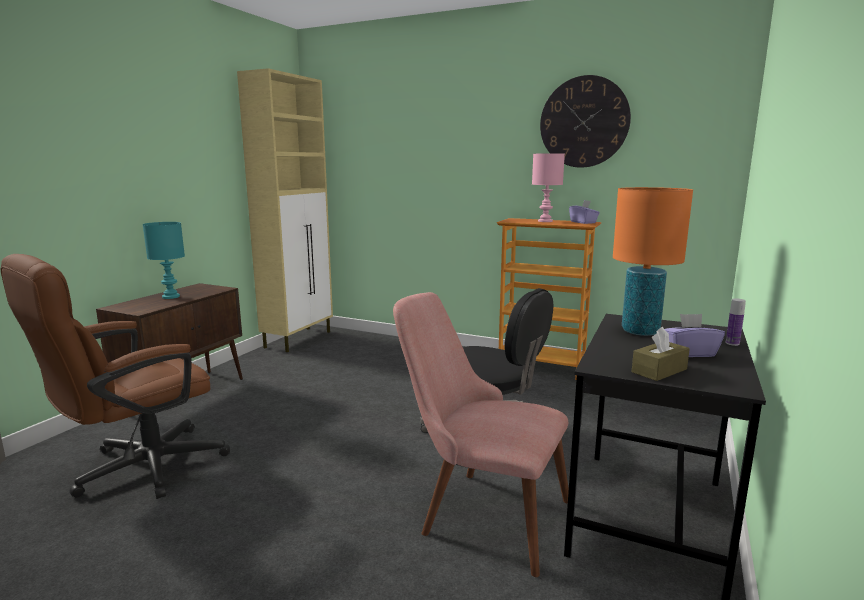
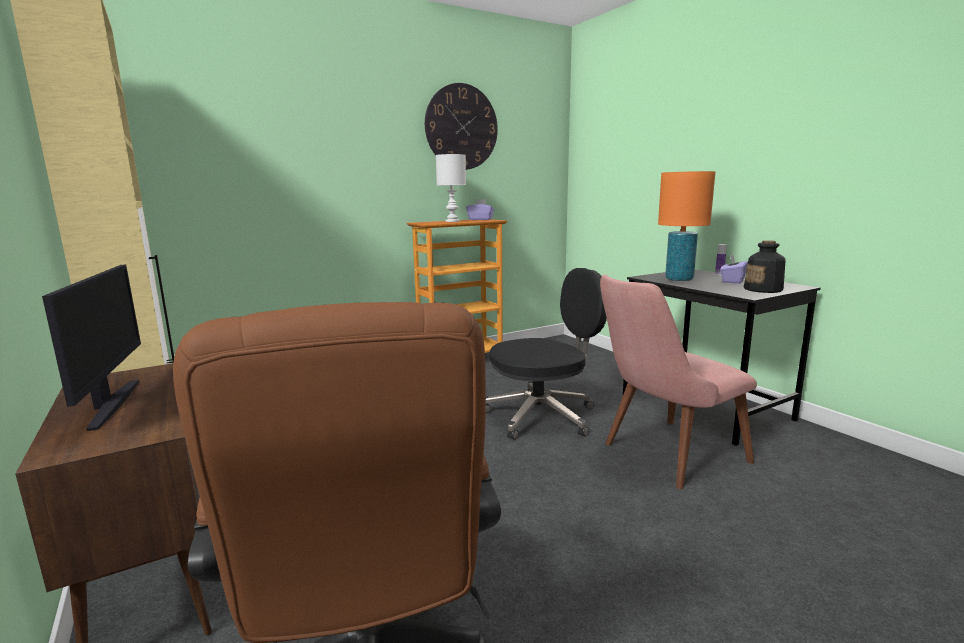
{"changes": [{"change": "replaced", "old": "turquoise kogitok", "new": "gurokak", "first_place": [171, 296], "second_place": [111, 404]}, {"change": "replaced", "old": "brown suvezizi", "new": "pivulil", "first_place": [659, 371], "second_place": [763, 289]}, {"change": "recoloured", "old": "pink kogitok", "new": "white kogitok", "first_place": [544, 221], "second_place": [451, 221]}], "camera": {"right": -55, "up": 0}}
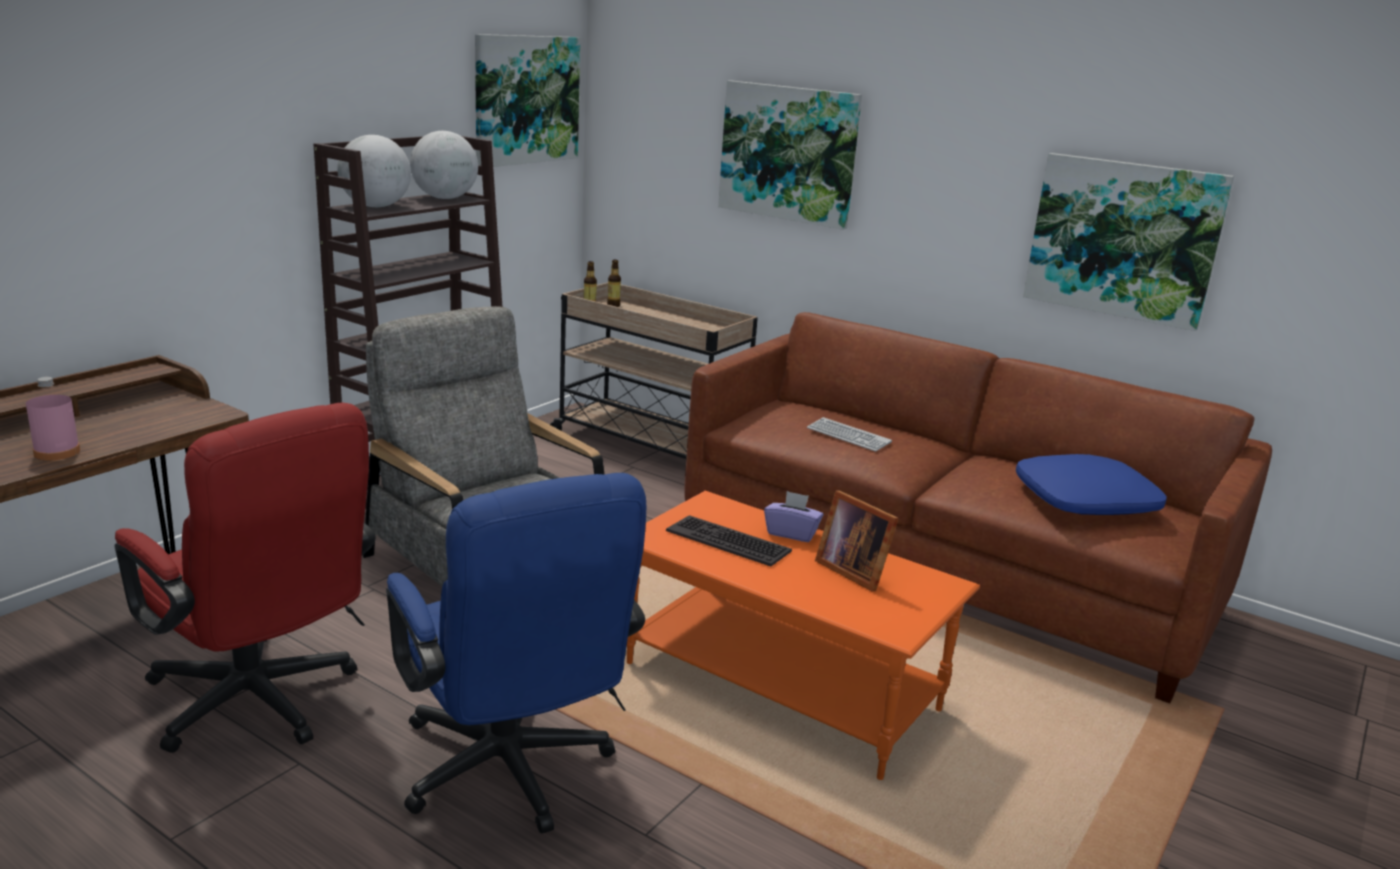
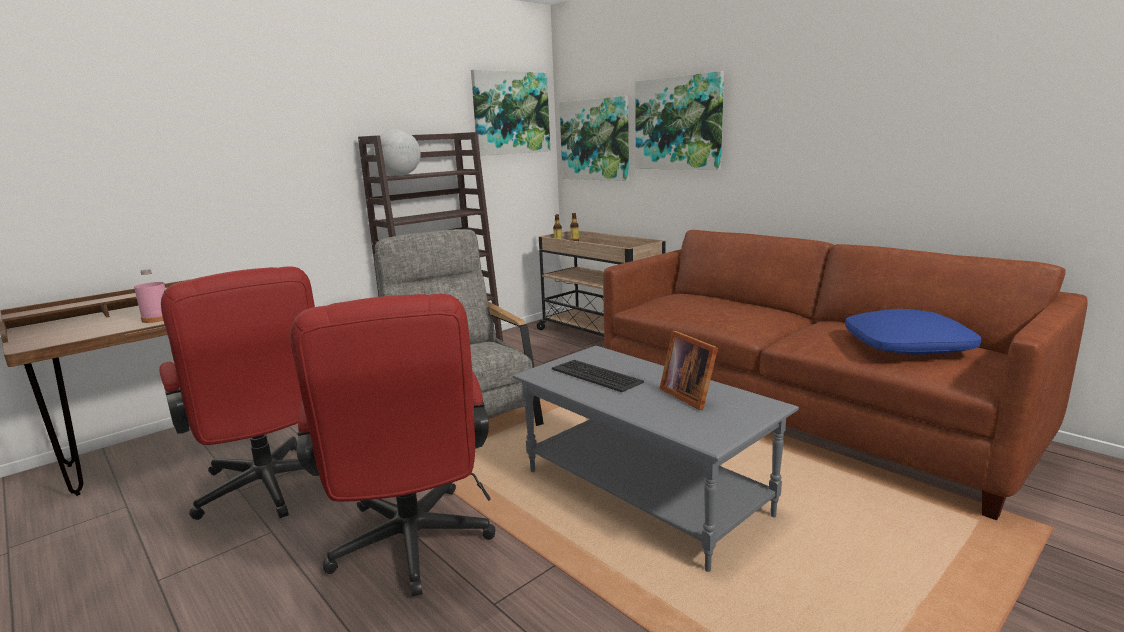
{"changes": [{"change": "removed", "old": "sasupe", "first_place": [445, 198]}, {"change": "removed", "old": "purple suvezizi", "first_place": [792, 533]}, {"change": "removed", "old": "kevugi", "first_place": [848, 436]}, {"change": "moved", "old": "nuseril", "first_place": [1123, 239], "second_place": [595, 140]}, {"change": "recoloured", "old": "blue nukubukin", "new": "red nukubukin", "first_place": [511, 775], "second_place": [411, 549]}, {"change": "recoloured", "old": "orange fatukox", "new": "grey fatukox", "first_place": [782, 686], "second_place": [645, 492]}], "camera": {"right": 15, "up": -5}}
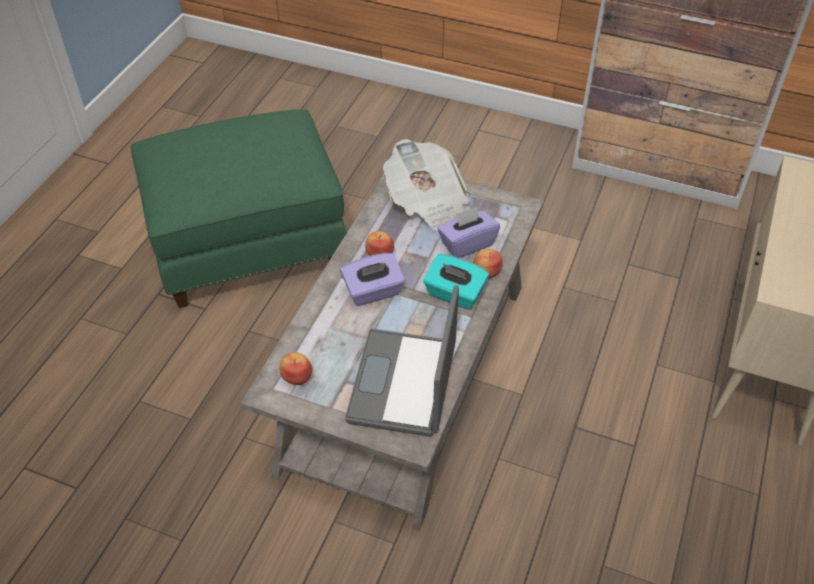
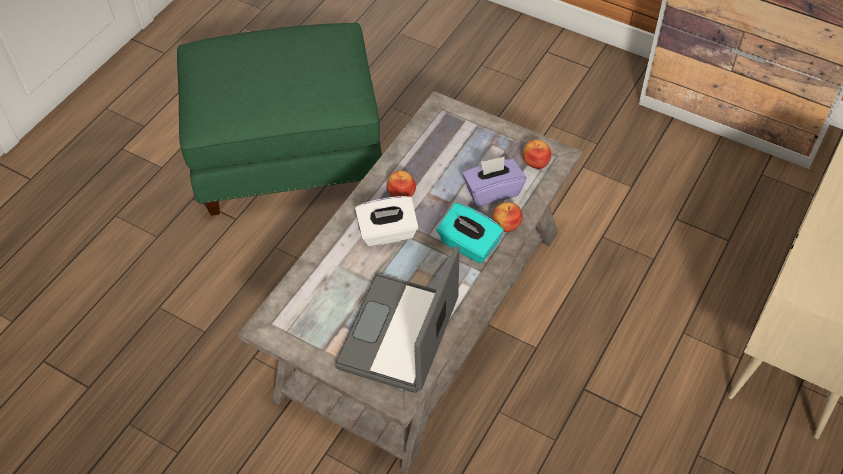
{"changes": [{"change": "removed", "old": "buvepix", "first_place": [426, 202]}, {"change": "moved", "old": "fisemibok", "first_place": [297, 376], "second_place": [536, 162]}, {"change": "recoloured", "old": "purple suvezizi", "new": "white suvezizi", "first_place": [373, 292], "second_place": [387, 233]}], "camera": {"right": 10, "up": 5}}
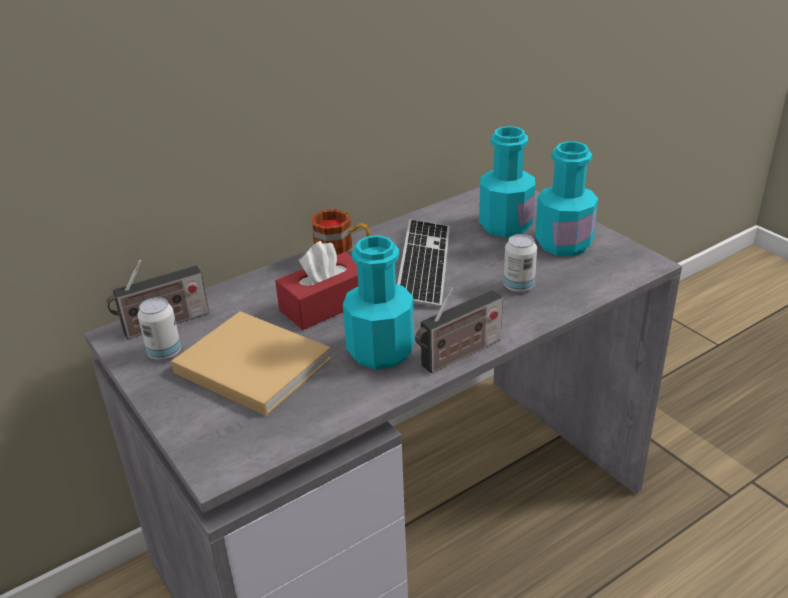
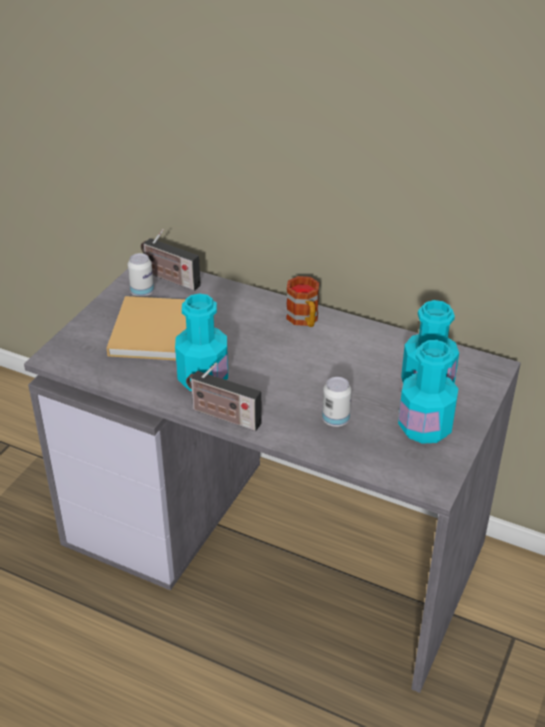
{"changes": [{"change": "removed", "old": "red suvezizi", "first_place": [326, 305]}, {"change": "removed", "old": "kevugi", "first_place": [424, 265]}], "camera": {"right": 60, "up": 5}}
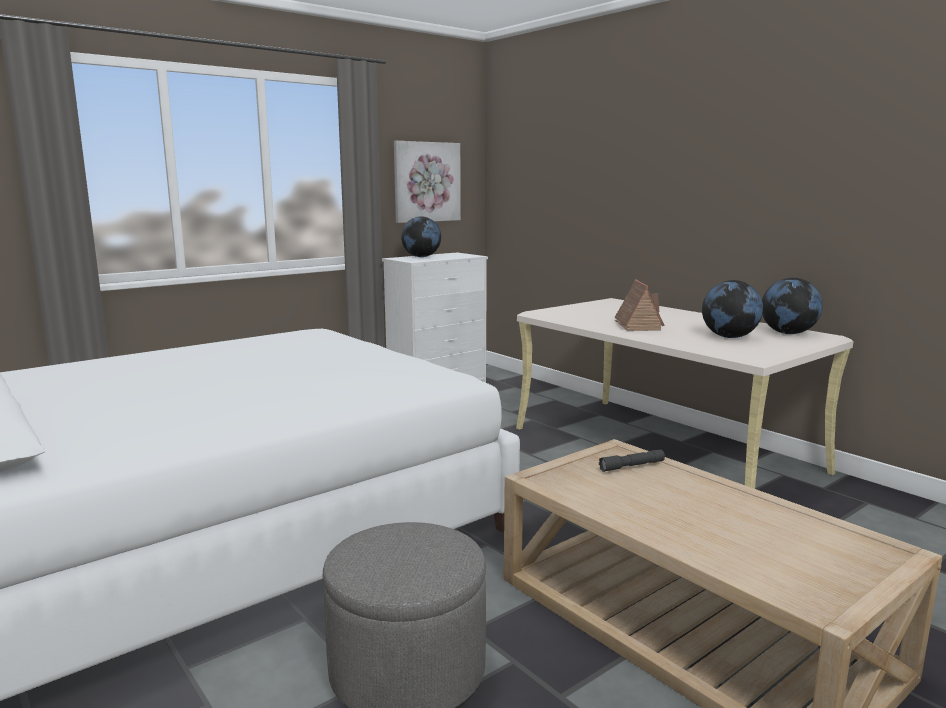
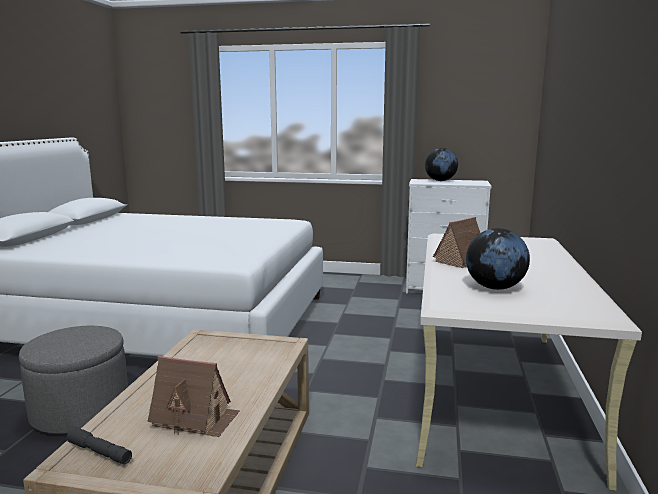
{"changes": [{"change": "removed", "old": "nuseril", "first_place": [426, 182]}, {"change": "removed", "old": "sasupe", "first_place": [788, 333]}, {"change": "added", "new": "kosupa", "second_place": [195, 418]}, {"change": "moved", "old": "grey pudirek", "first_place": [632, 466], "second_place": [99, 452]}], "camera": {"right": 50, "up": 0}}
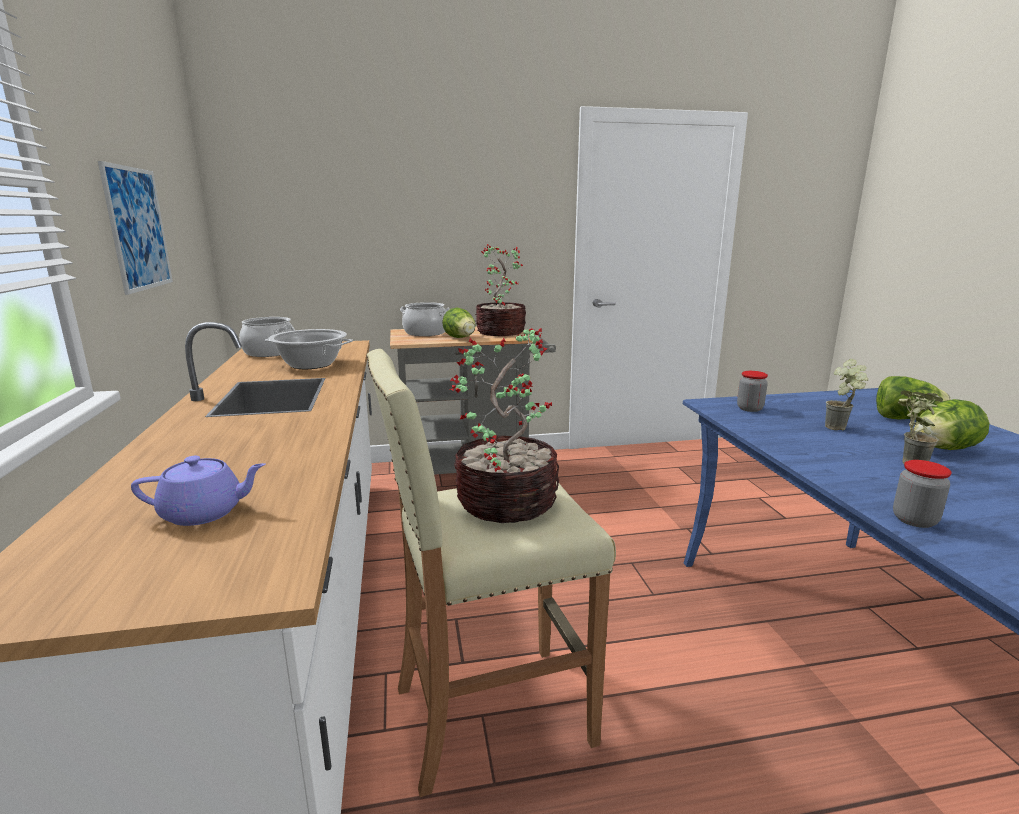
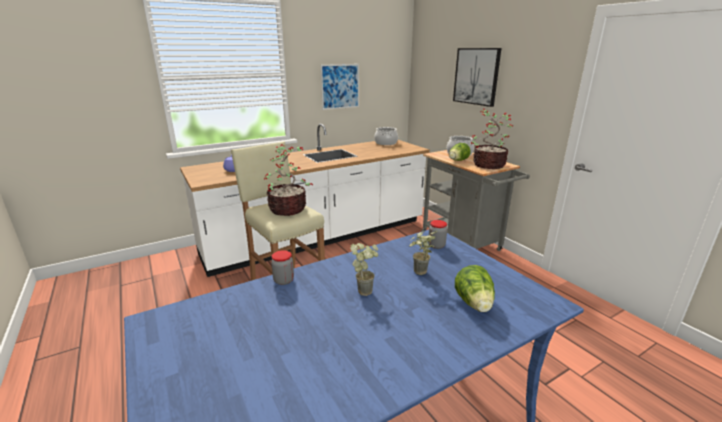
{"changes": [{"change": "removed", "old": "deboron", "first_place": [310, 364]}, {"change": "removed", "old": "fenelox", "first_place": [942, 449]}, {"change": "added", "new": "nuseril", "second_place": [476, 76]}], "camera": {"right": 70, "up": 5}}
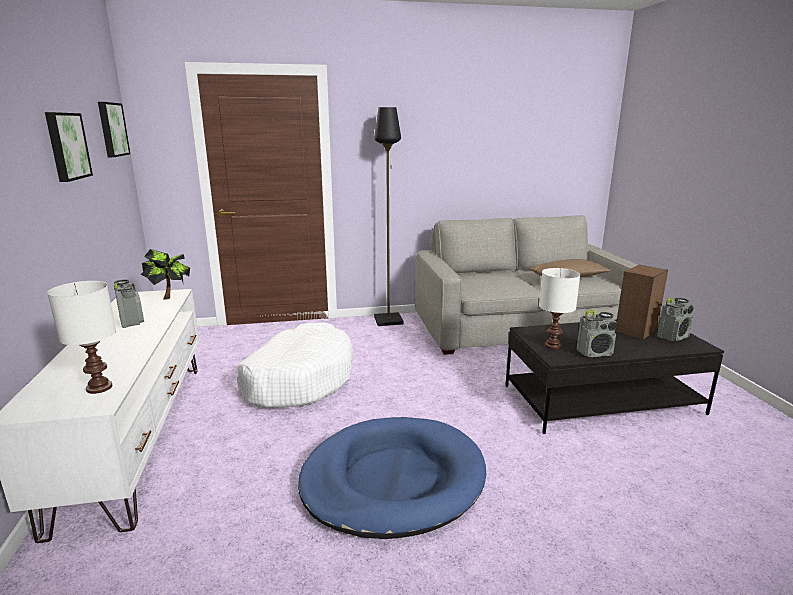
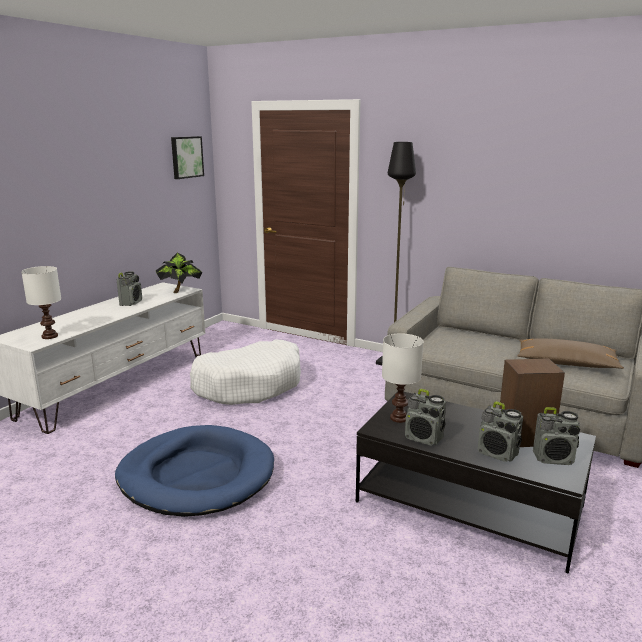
{"changes": [{"change": "removed", "old": "nuseril", "first_place": [66, 146]}, {"change": "added", "new": "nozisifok", "second_place": [498, 453]}], "camera": {"right": 40, "up": 0}}
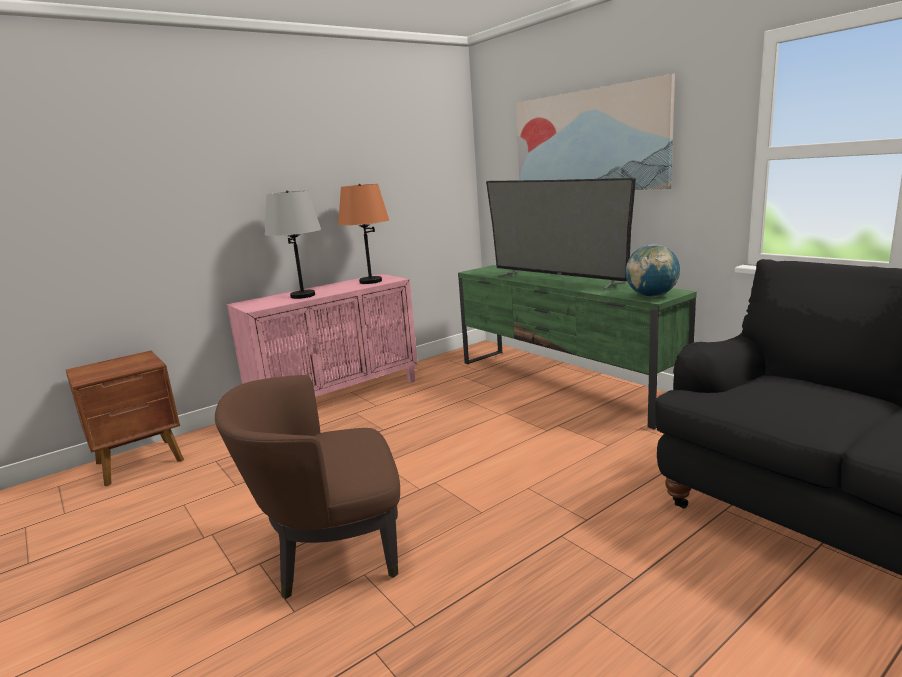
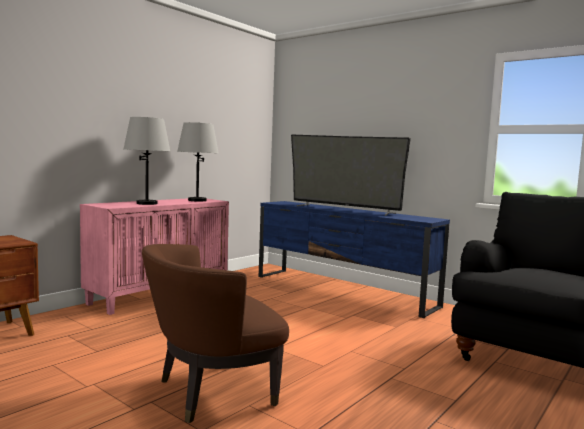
{"changes": [{"change": "removed", "old": "nuseril", "first_place": [587, 141]}, {"change": "removed", "old": "sasupe", "first_place": [651, 296]}, {"change": "recoloured", "old": "orange kogitok", "new": "grey kogitok", "first_place": [370, 281], "second_place": [197, 200]}, {"change": "recoloured", "old": "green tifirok", "new": "blue tifirok", "first_place": [562, 383], "second_place": [342, 291]}], "camera": {"right": -15, "up": -10}}
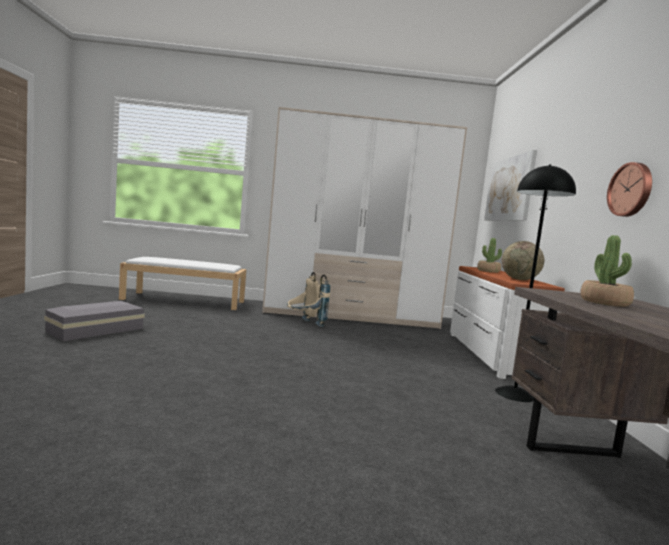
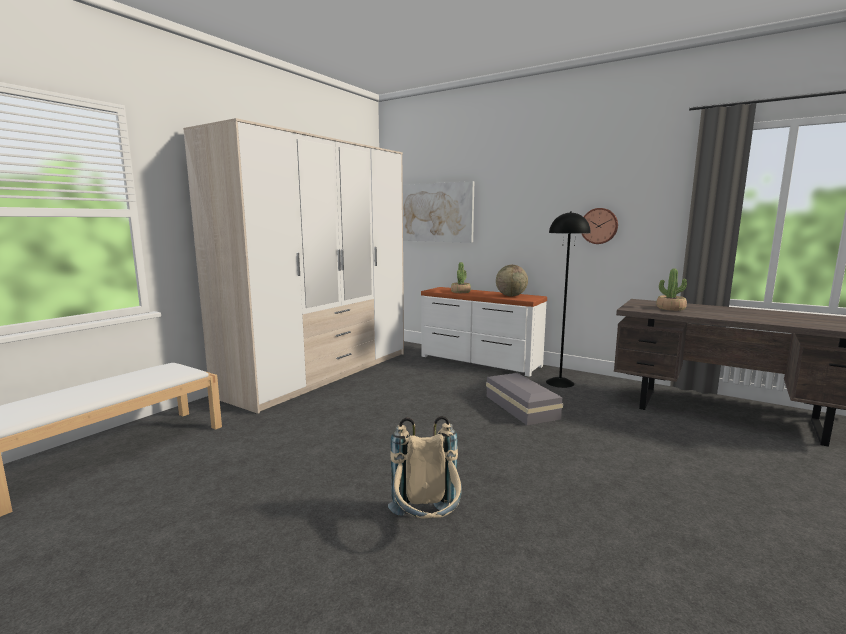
{"changes": [{"change": "moved", "old": "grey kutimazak", "first_place": [98, 330], "second_place": [521, 406]}, {"change": "moved", "old": "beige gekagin", "first_place": [304, 324], "second_place": [426, 526]}], "camera": {"right": -55, "up": 5}}
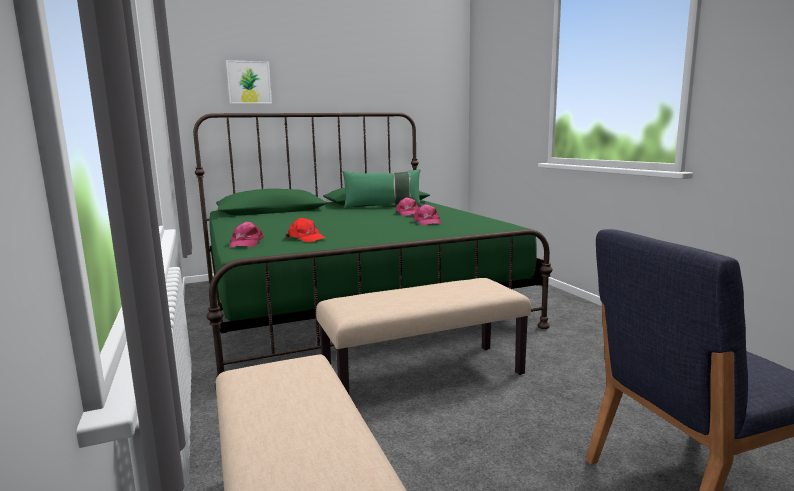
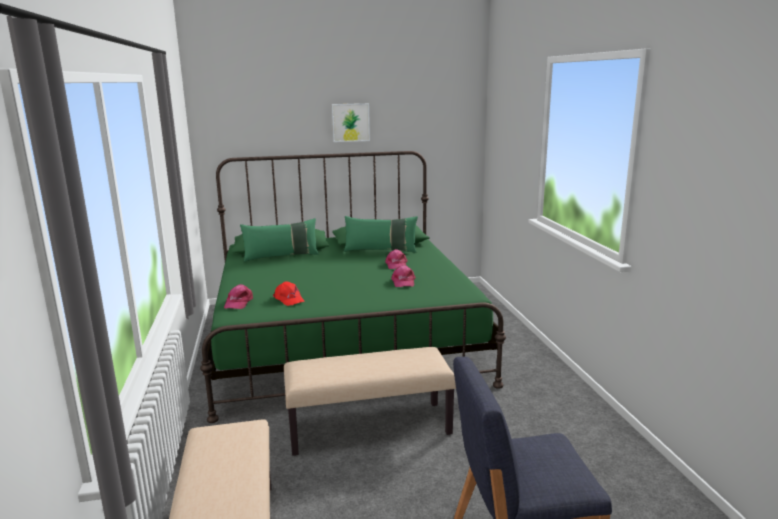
{"changes": [{"change": "added", "new": "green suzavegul", "second_place": [281, 256]}, {"change": "moved", "old": "nuseril", "first_place": [249, 82], "second_place": [350, 122]}], "camera": {"right": 10, "up": 5}}
